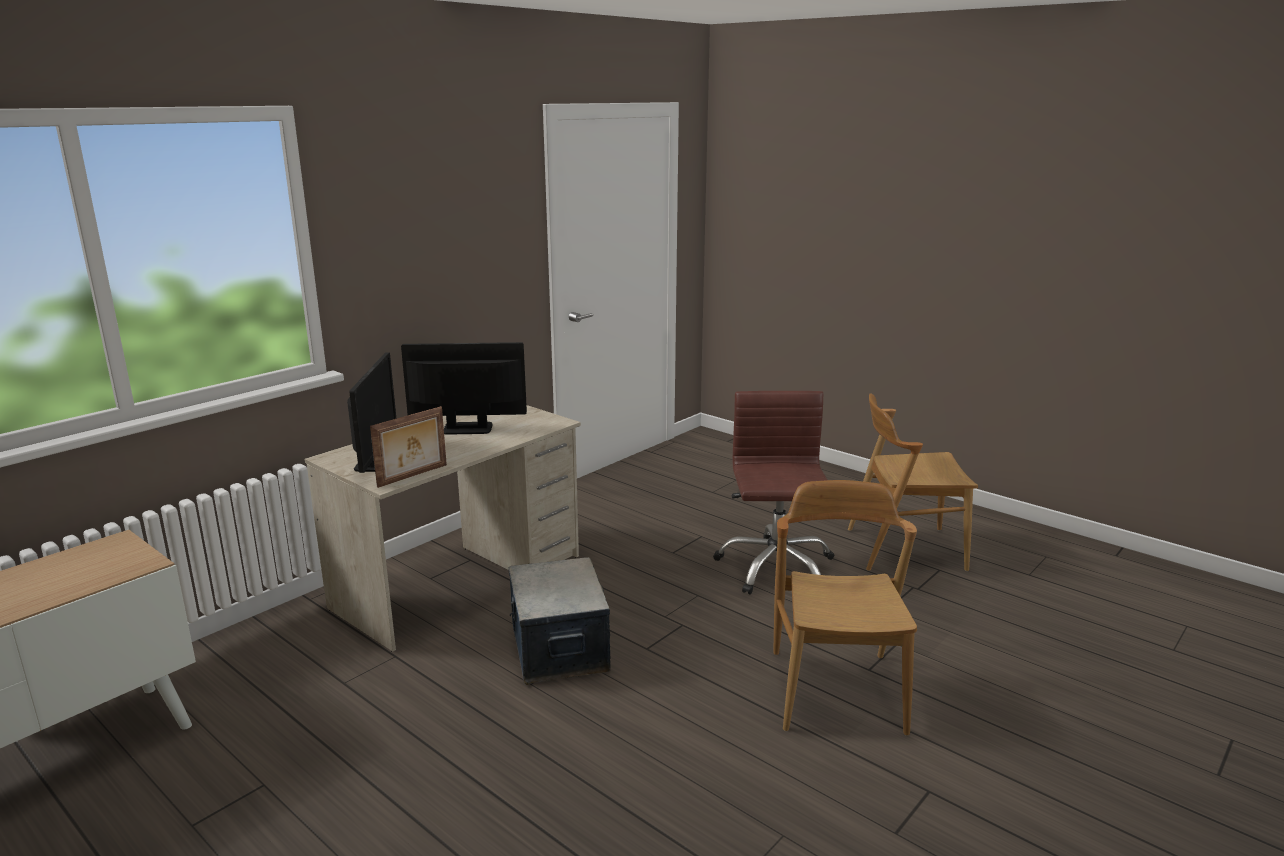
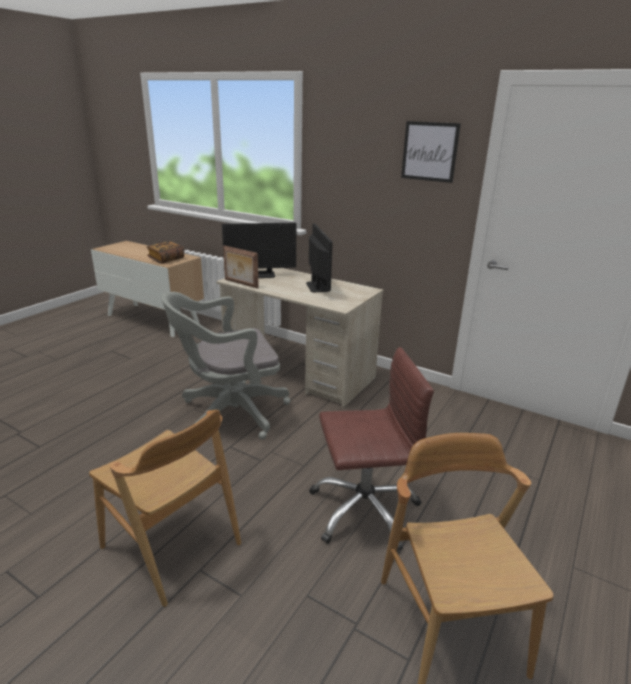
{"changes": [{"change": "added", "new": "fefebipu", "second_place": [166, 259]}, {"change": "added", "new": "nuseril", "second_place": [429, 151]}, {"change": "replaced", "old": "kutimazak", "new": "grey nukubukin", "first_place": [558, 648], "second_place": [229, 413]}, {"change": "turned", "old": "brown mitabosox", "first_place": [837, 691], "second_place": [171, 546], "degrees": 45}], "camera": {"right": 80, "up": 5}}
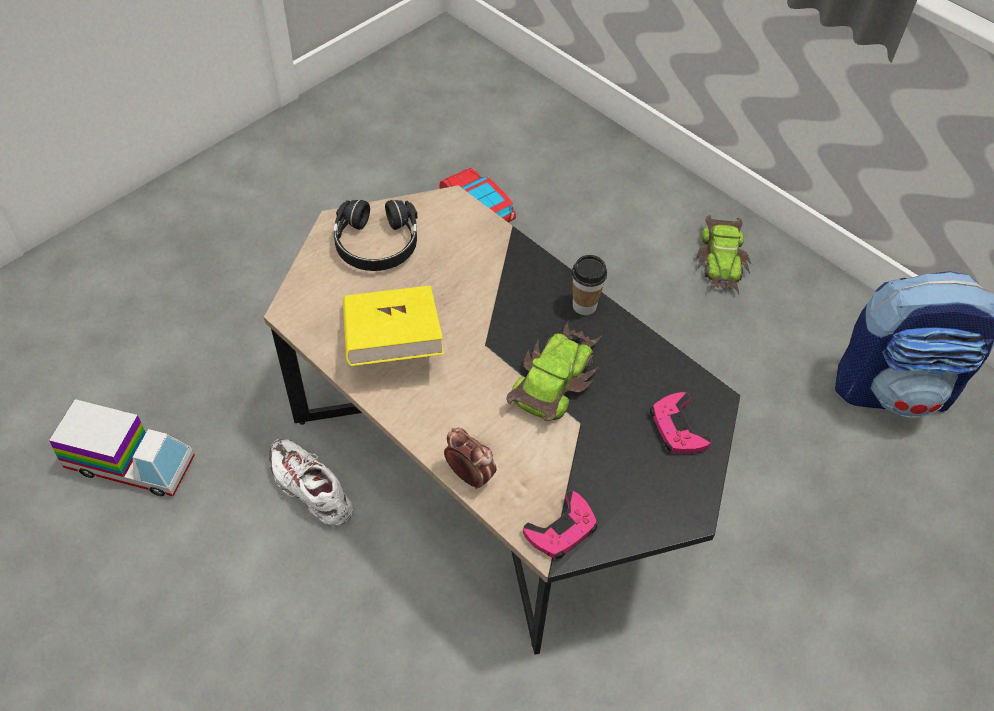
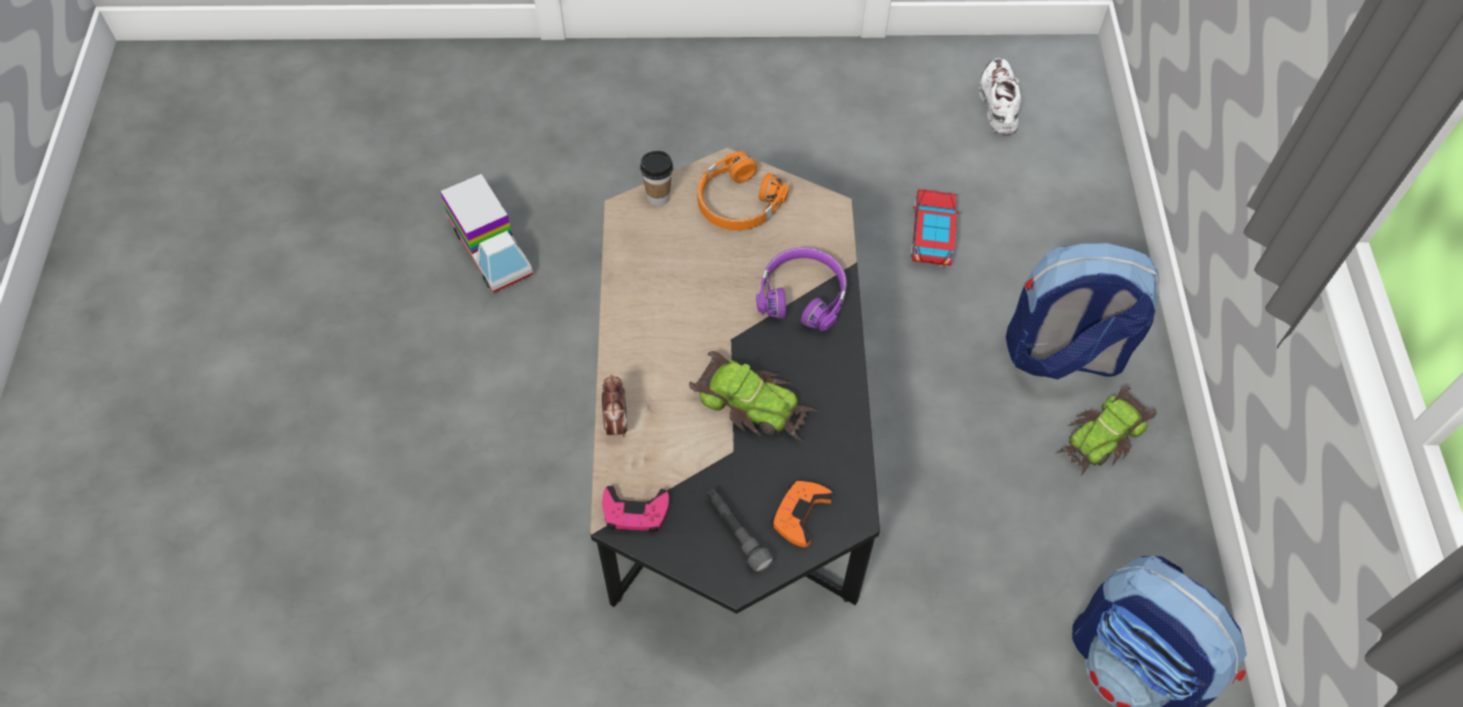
{"changes": [{"change": "removed", "old": "yellow fefebipu", "first_place": [392, 343]}, {"change": "added", "new": "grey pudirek", "second_place": [737, 532]}, {"change": "added", "new": "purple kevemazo", "second_place": [803, 294]}, {"change": "added", "new": "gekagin", "second_place": [1063, 354]}, {"change": "moved", "old": "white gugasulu", "first_place": [310, 489], "second_place": [998, 104]}, {"change": "moved", "old": "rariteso", "first_place": [584, 306], "second_place": [658, 197]}, {"change": "recoloured", "old": "black kevemazo", "new": "orange kevemazo", "first_place": [376, 244], "second_place": [737, 202]}, {"change": "recoloured", "old": "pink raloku", "new": "orange raloku", "first_place": [677, 428], "second_place": [800, 514]}, {"change": "turned", "old": "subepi", "first_place": [554, 377], "second_place": [753, 403], "degrees": 45}], "camera": {"right": 45, "up": 5}}
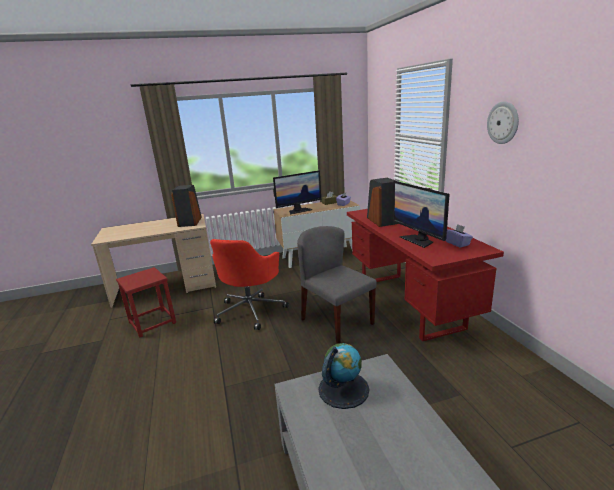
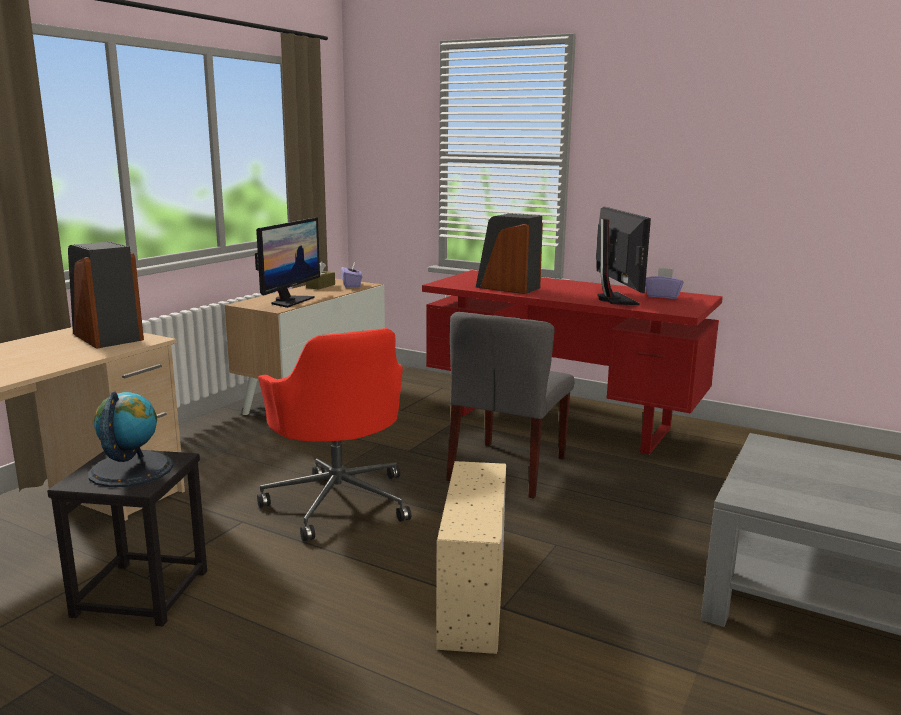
{"changes": [{"change": "removed", "old": "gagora", "first_place": [503, 123]}, {"change": "added", "new": "beige kutimazak", "second_place": [472, 596]}, {"change": "moved", "old": "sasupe", "first_place": [343, 389], "second_place": [131, 469]}, {"change": "recoloured", "old": "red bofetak", "new": "black bofetak", "first_place": [152, 323], "second_place": [142, 593]}, {"change": "turned", "old": "grey mitabosox", "first_place": [336, 321], "second_place": [508, 469], "degrees": -75}, {"change": "turned", "old": "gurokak", "first_place": [418, 240], "second_place": [614, 299], "degrees": -120}], "camera": {"right": -45, "up": -5}}
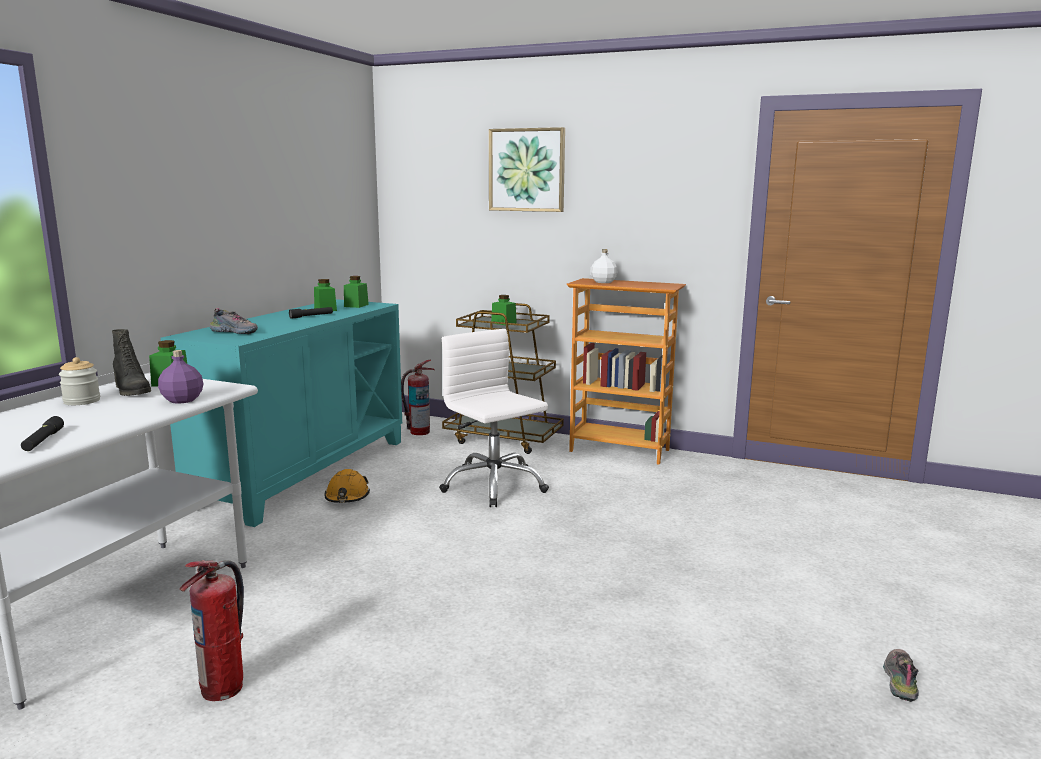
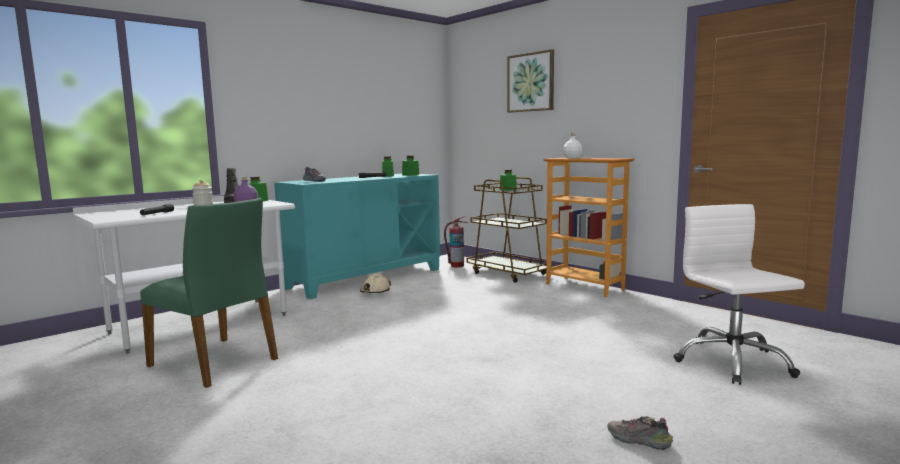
{"changes": [{"change": "moved", "old": "white nukubukin", "first_place": [493, 485], "second_place": [732, 362]}, {"change": "replaced", "old": "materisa", "new": "green mitabosox", "first_place": [223, 688], "second_place": [215, 362]}, {"change": "recoloured", "old": "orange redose", "new": "beige redose", "first_place": [347, 497], "second_place": [375, 292]}, {"change": "turned", "old": "gugasulu", "first_place": [899, 680], "second_place": [638, 441], "degrees": -105}], "camera": {"right": 25, "up": -5}}
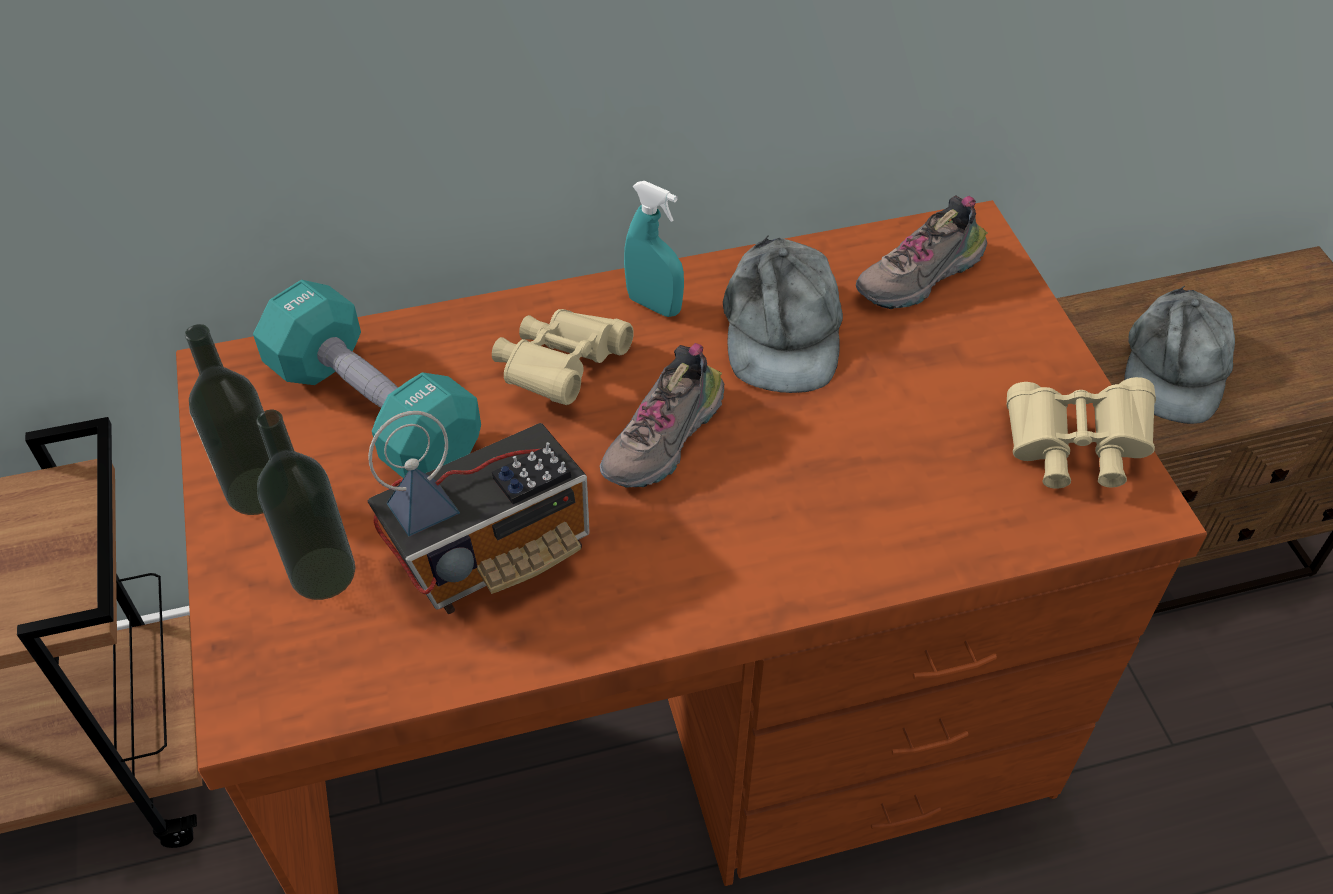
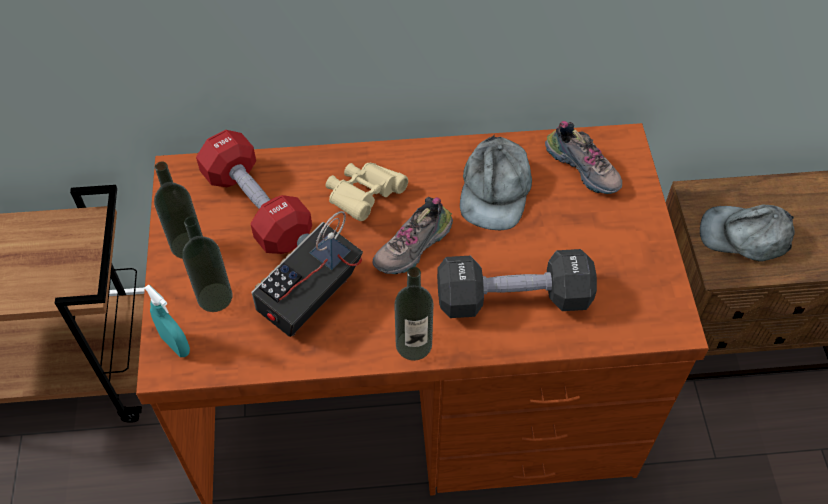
{"changes": [{"change": "removed", "old": "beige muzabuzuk", "first_place": [1073, 450]}, {"change": "added", "new": "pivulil", "second_place": [413, 345]}, {"change": "added", "new": "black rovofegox", "second_place": [513, 298]}, {"change": "moved", "old": "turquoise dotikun", "first_place": [654, 305], "second_place": [176, 345]}, {"change": "recoloured", "old": "turquoise rovofegox", "new": "red rovofegox", "first_place": [374, 410], "second_place": [257, 207]}, {"change": "turned", "old": "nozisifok", "first_place": [495, 552], "second_place": [308, 299], "degrees": 150}, {"change": "turned", "old": "gugasulu", "first_place": [920, 278], "second_place": [584, 168], "degrees": -105}, {"change": "turned", "old": "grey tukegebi", "first_place": [1174, 368], "second_place": [745, 236], "degrees": 75}], "camera": {"right": 10, "up": 5}}
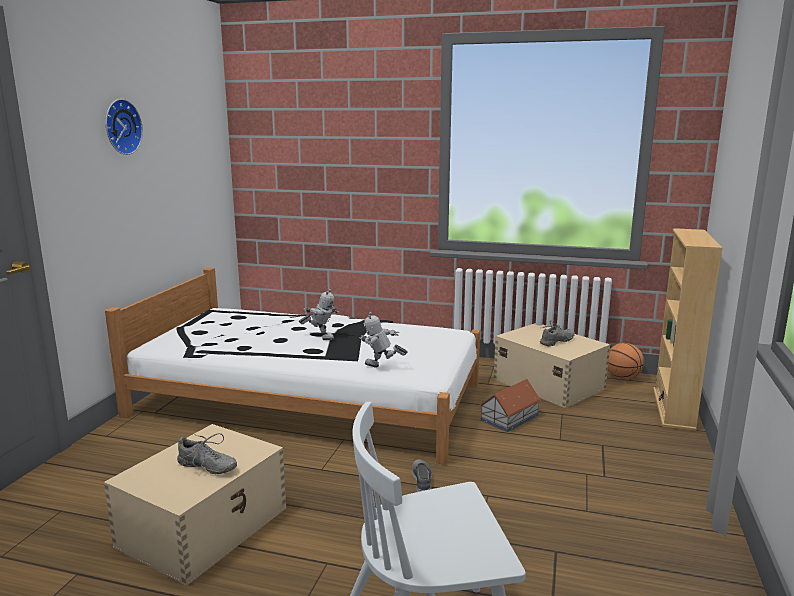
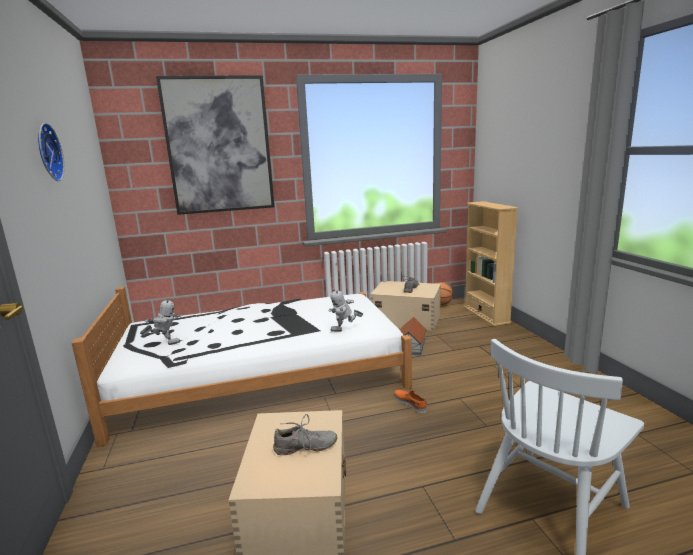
{"changes": [{"change": "added", "new": "nuseril", "second_place": [219, 146]}, {"change": "moved", "old": "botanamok", "first_place": [320, 338], "second_place": [165, 343]}, {"change": "recoloured", "old": "grey gugasulu", "new": "orange gugasulu", "first_place": [422, 480], "second_place": [410, 403]}], "camera": {"right": -30, "up": 0}}
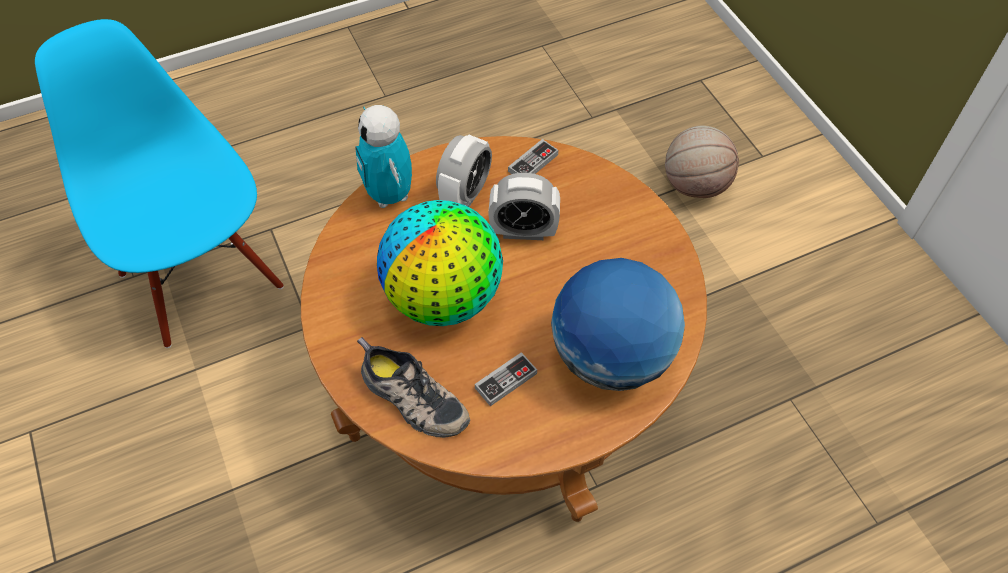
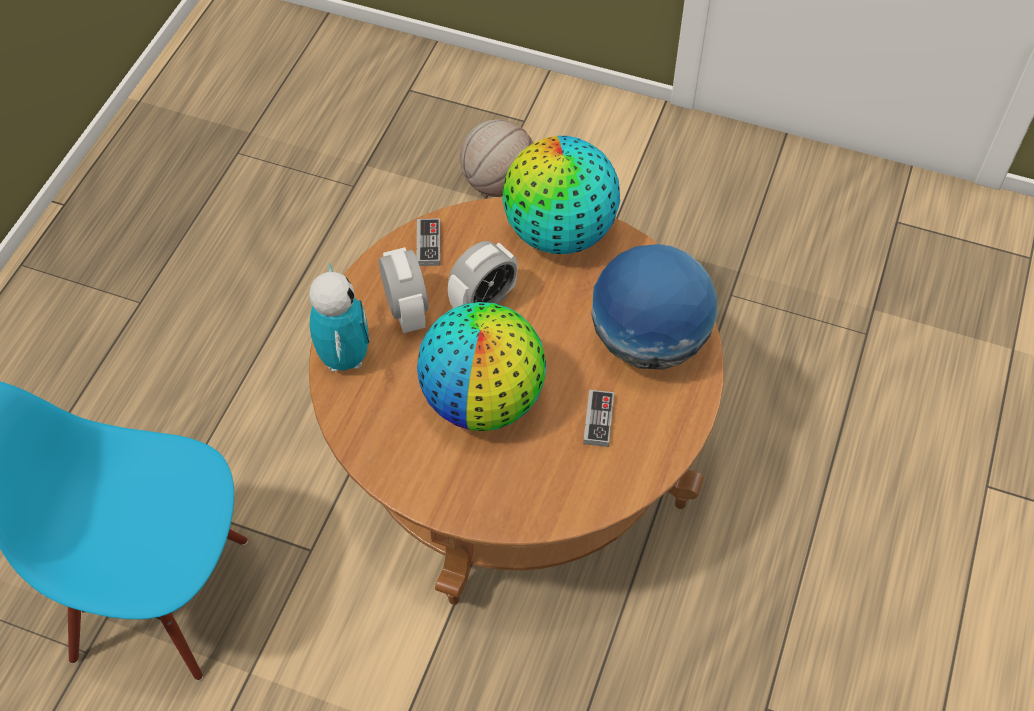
{"changes": [{"change": "removed", "old": "gugasulu", "first_place": [411, 399]}, {"change": "added", "new": "sasupe", "second_place": [559, 233]}, {"change": "turned", "old": "botanamok", "first_place": [390, 195], "second_place": [344, 358], "degrees": -120}], "camera": {"right": -45, "up": 0}}
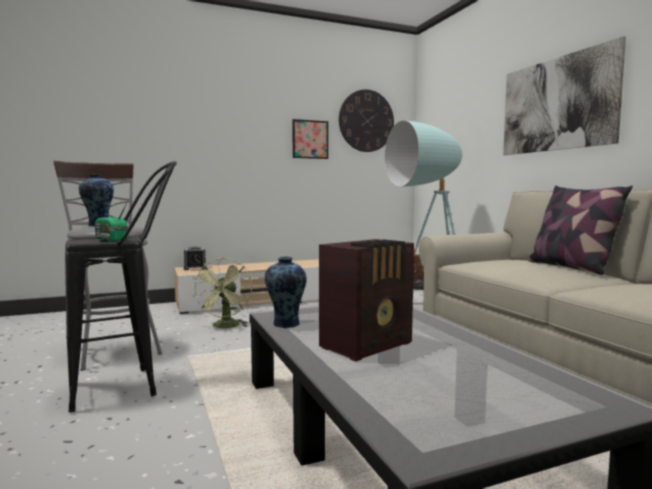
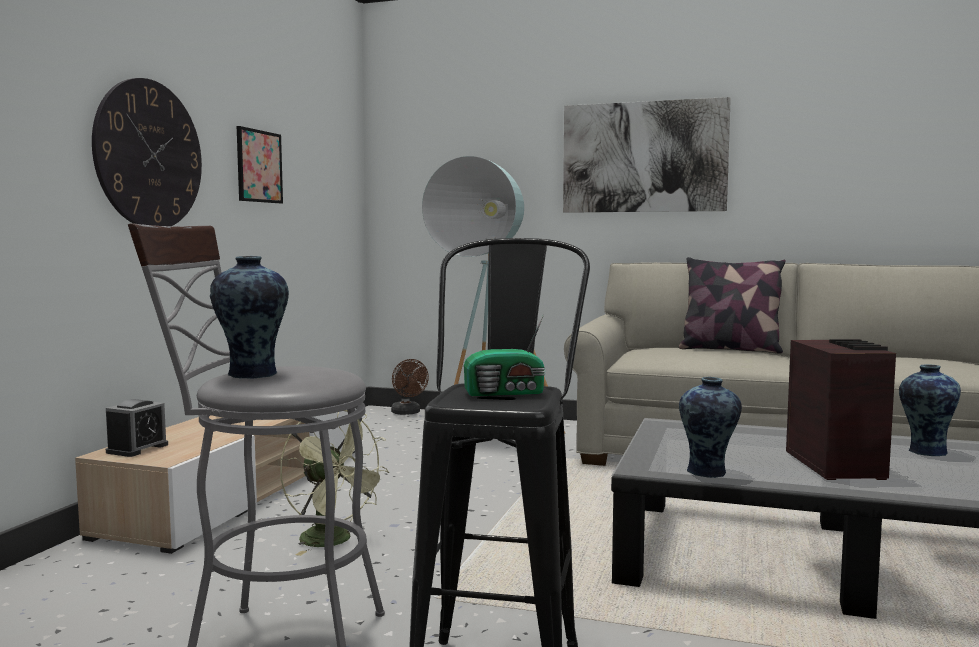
{"changes": [{"change": "added", "new": "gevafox", "second_place": [925, 451]}, {"change": "moved", "old": "gagora", "first_place": [366, 121], "second_place": [149, 155]}], "camera": {"right": -50, "up": 0}}
